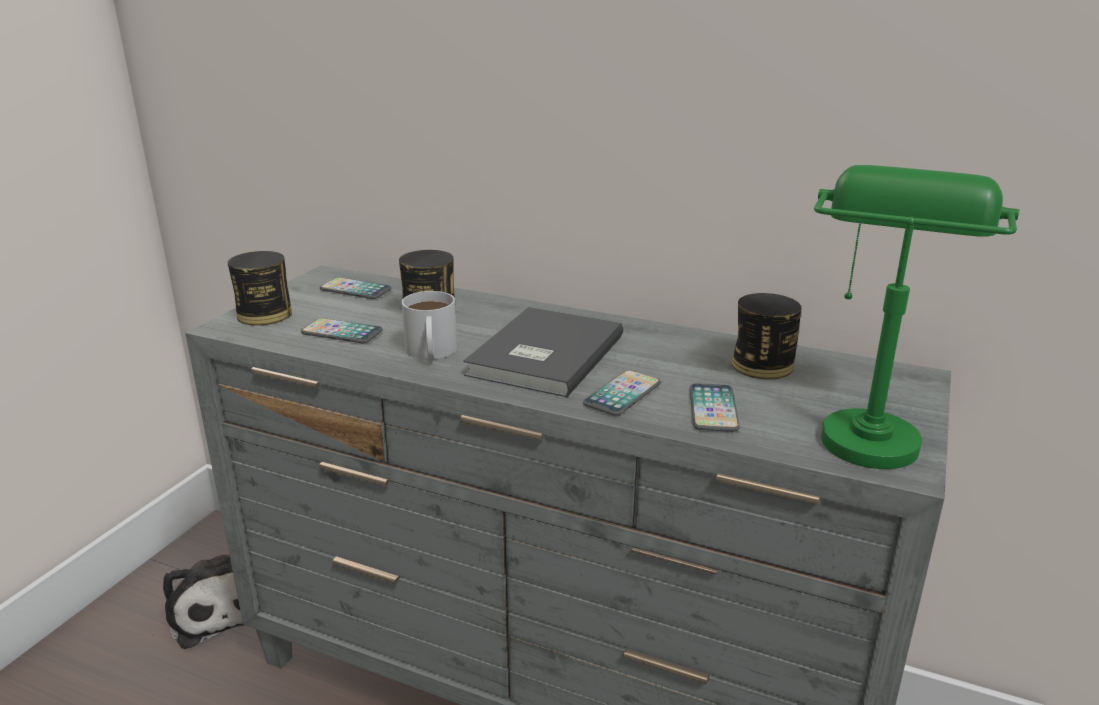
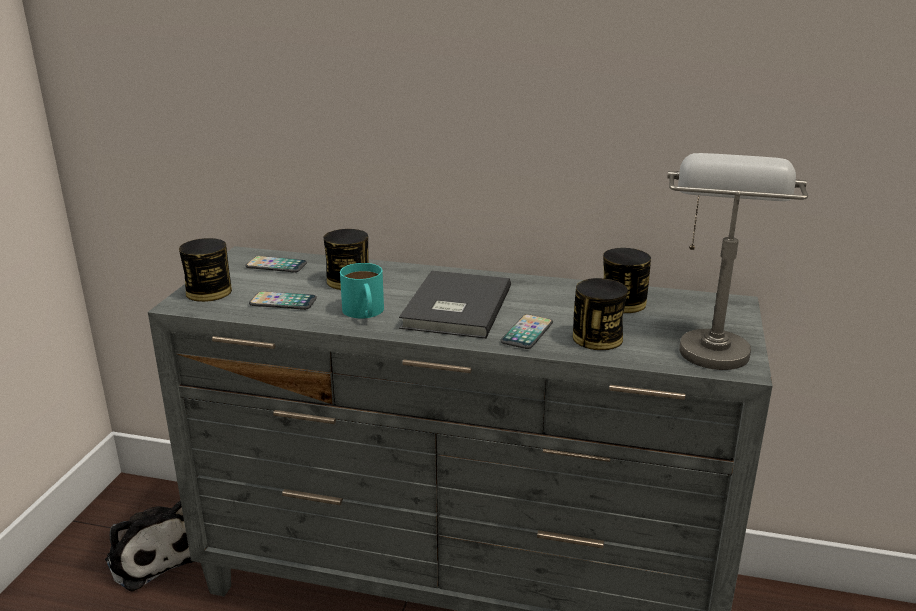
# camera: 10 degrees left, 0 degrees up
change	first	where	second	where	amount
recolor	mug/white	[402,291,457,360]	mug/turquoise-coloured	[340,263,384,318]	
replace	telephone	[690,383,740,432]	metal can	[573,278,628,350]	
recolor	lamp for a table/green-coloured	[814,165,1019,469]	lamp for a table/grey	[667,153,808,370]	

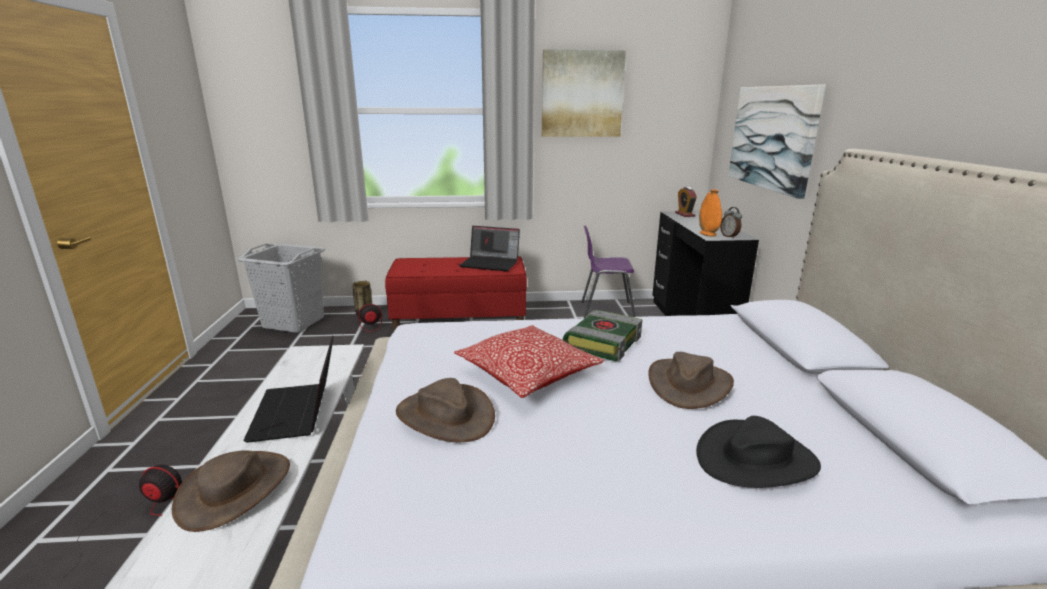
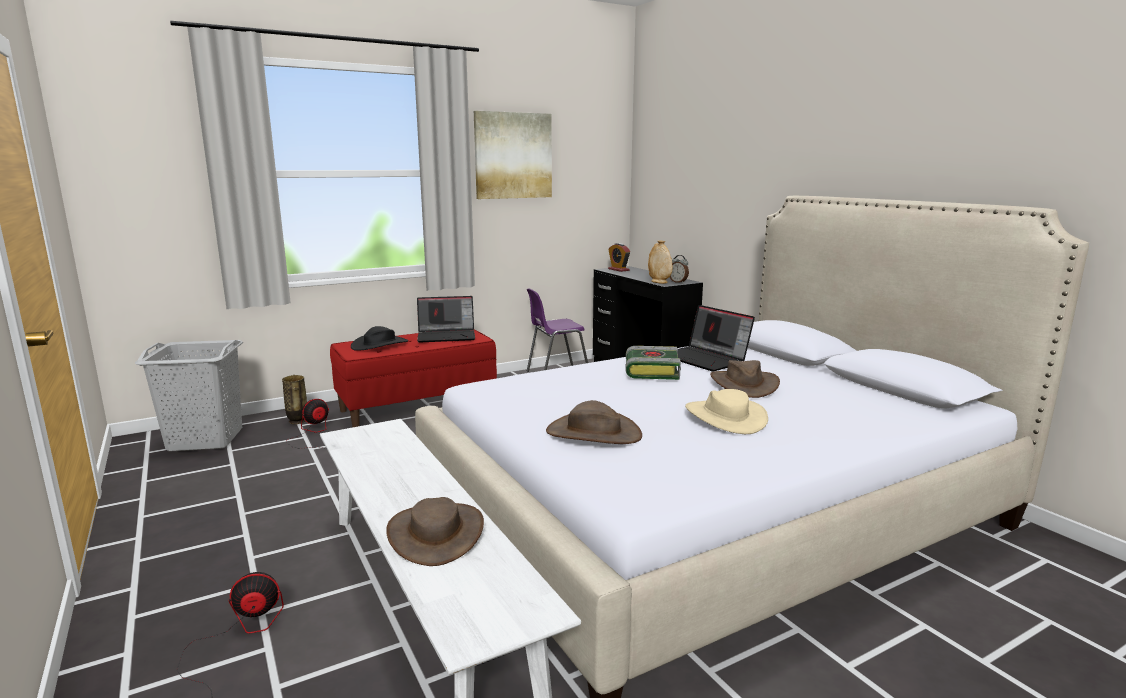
# camera: 25 degrees left, 5 degrees down
change	first	where	second	where	amount
move	portable computer	[243,335,334,442]		[677,305,755,371]	
delete	cushion	[454,325,604,398]			
move	wearable hat/blackish	[696,416,821,488]		[351,326,408,351]	
recolor	flower vase/orange	[699,189,722,237]	flower vase/beige-coloured	[648,240,673,284]	
delete	wall picture	[728,85,826,199]			
insert			wearable hat/beige-coloured	[685,389,768,434]	

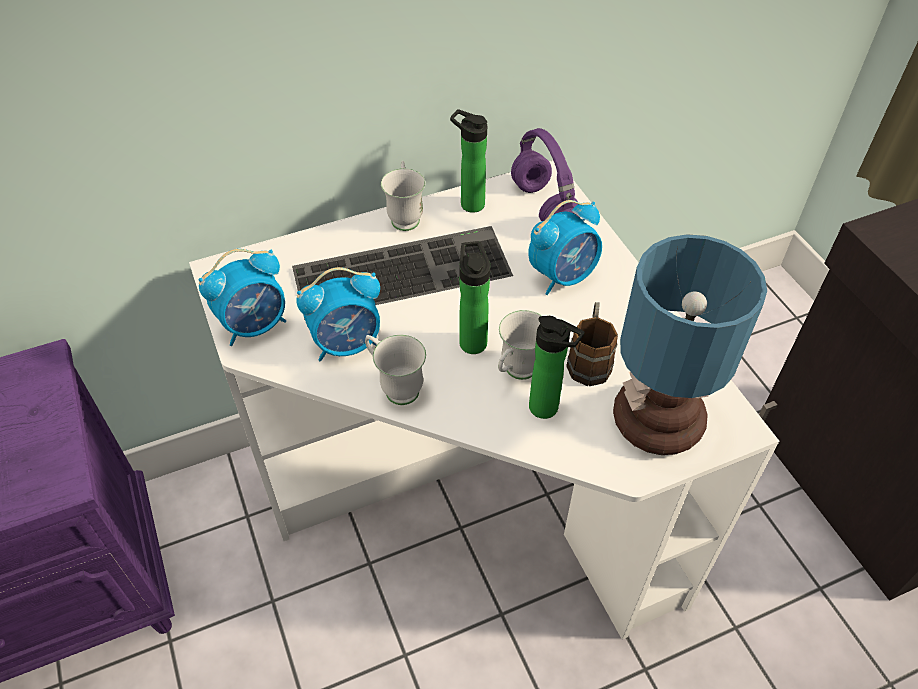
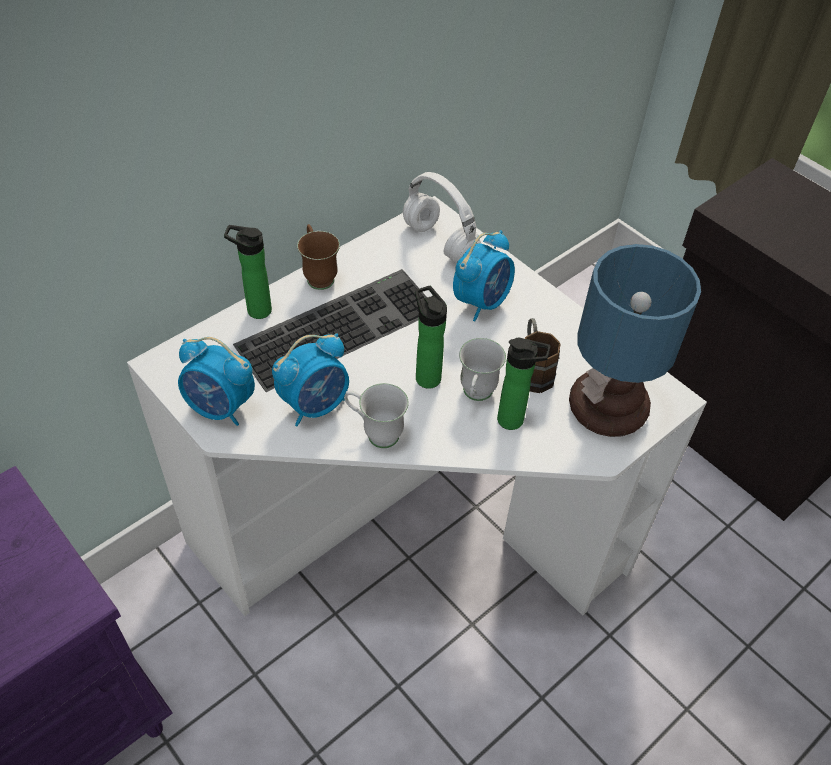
# camera: 20 degrees left, 0 degrees up
change	first	where	second	where	amount
rotate	alarm clock	[199,249,286,346]		[178,337,255,426]	75 degrees clockwise
recolor	mug/white	[381,161,425,231]	mug/brownish	[297,224,340,290]	
move	beverage bottle	[450,109,487,213]		[224,225,272,319]	
recolor	headphones/purple-coloured	[511,128,579,221]	headphones/white	[403,172,481,263]	

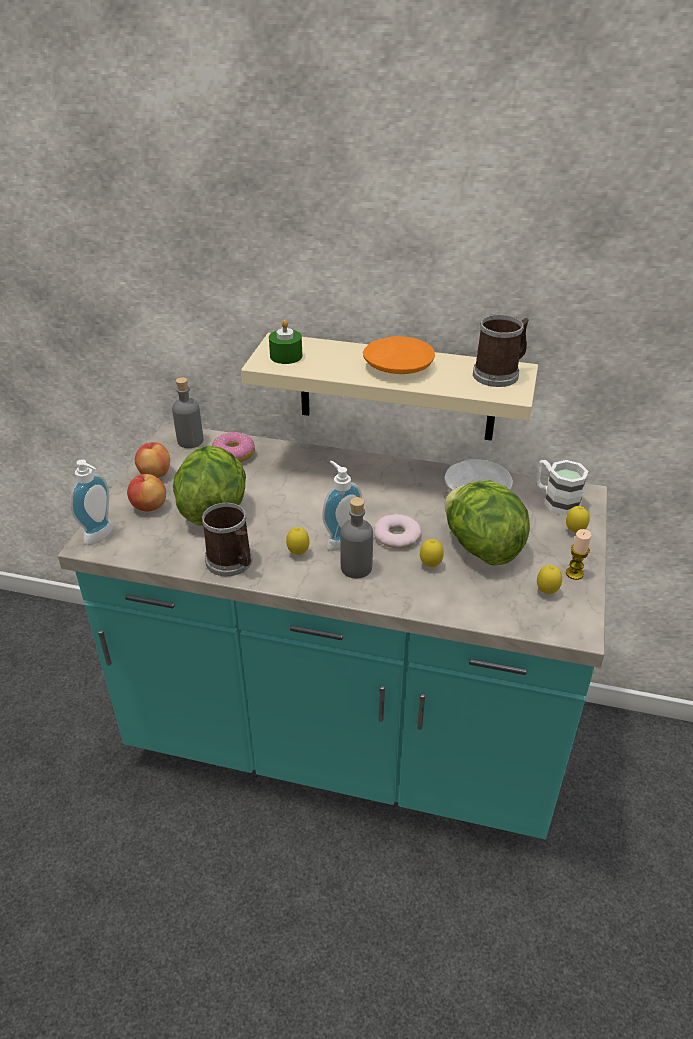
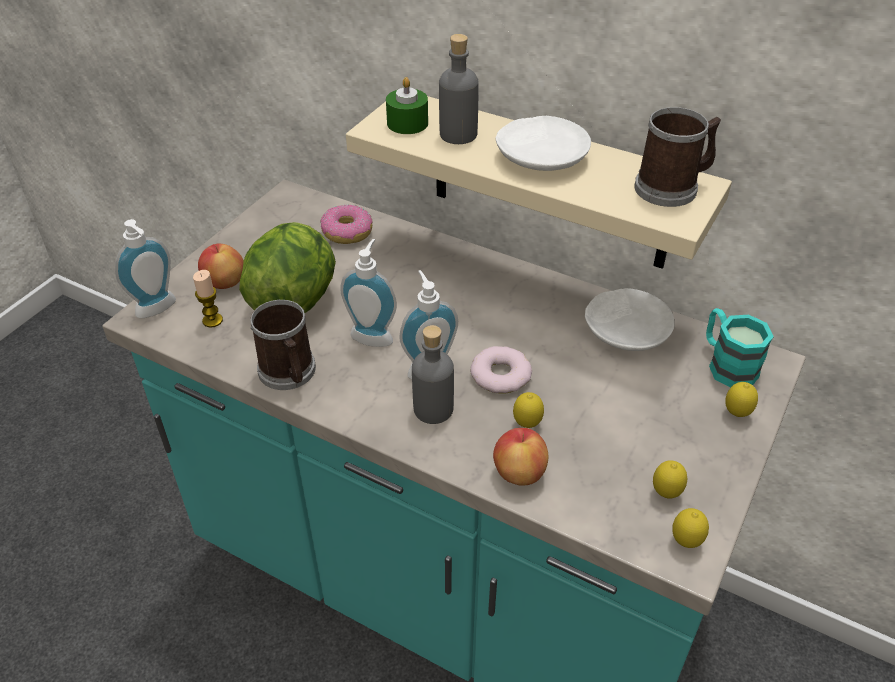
# camera: 15 degrees right, 5 degrees up
change	first	where	second	where	amount
move	apple fruit	[135,442,170,478]		[493,428,548,486]	
move	beverage bottle/grey	[172,377,204,448]		[439,34,479,144]	
move	whole lemon	[286,527,310,555]		[672,508,709,548]	
recolor	dinner plate/orange	[363,336,435,374]	dinner plate/white	[496,116,591,171]	
delete	head of lettuce	[444,480,530,566]			
recolor	mug/white	[536,460,589,516]	mug/turquoise-coloured	[706,308,774,388]	
move	wax candle	[566,529,592,580]		[193,270,223,328]	
insert			soap bottle	[340,239,397,347]	

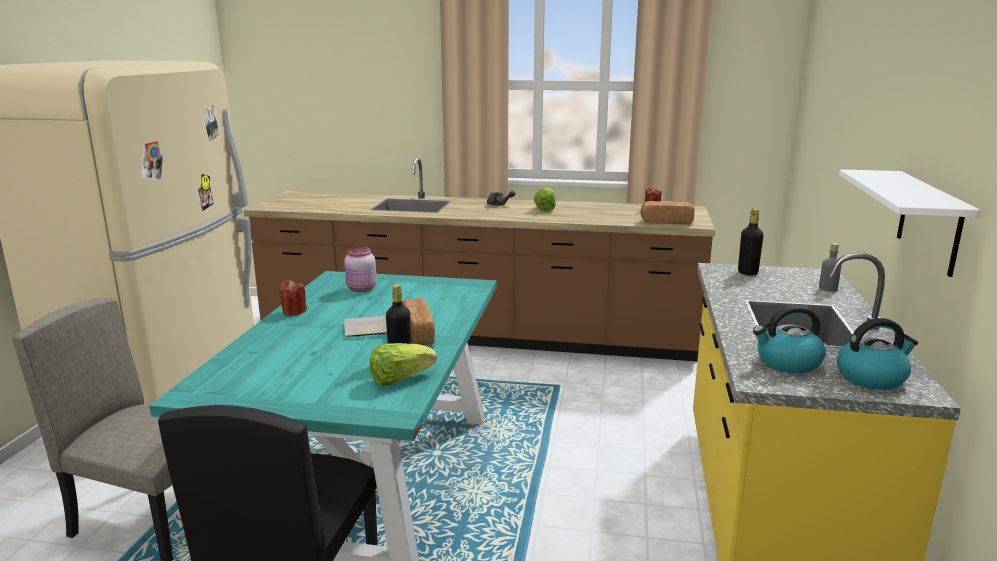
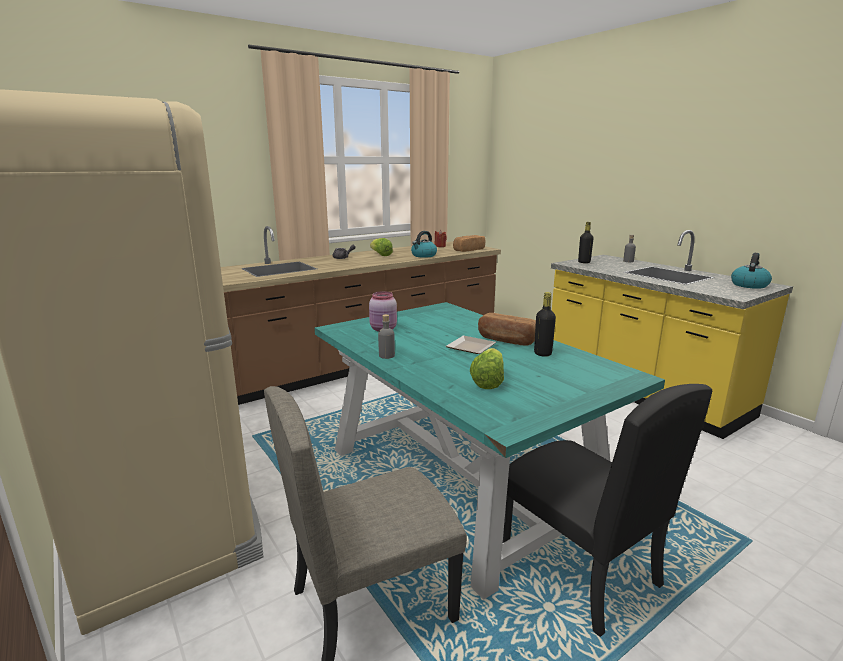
# camera: 45 degrees left, 0 degrees up
change	first	where	second	where	amount
replace	wax candle/reddish	[280,280,307,316]	beverage bottle/grey	[378,314,395,359]	
move	head of lettuce	[370,343,437,385]		[470,348,504,389]	
move	tea kettle	[753,305,826,373]		[411,231,437,258]	
delete	wall shelf/white	[839,169,980,277]			

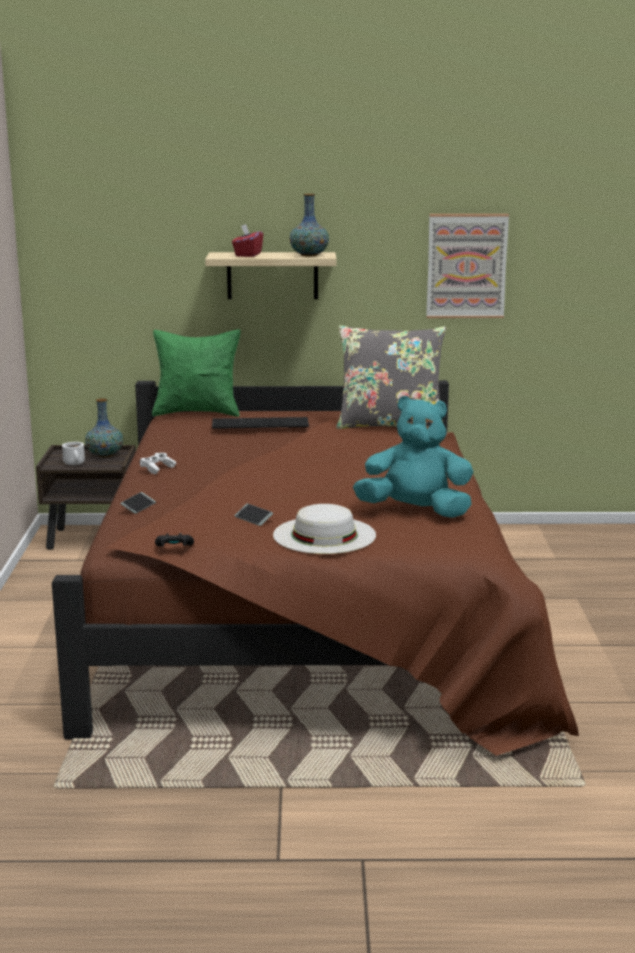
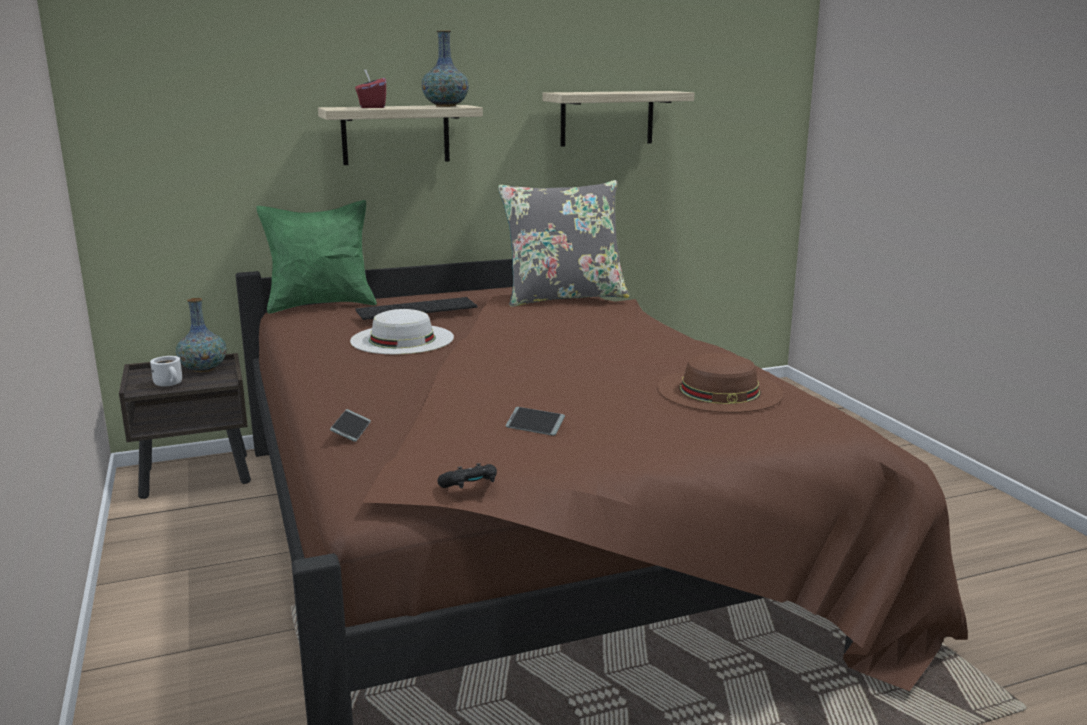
# camera: 20 degrees left, 0 degrees up
change	first	where	second	where	amount
delete	gamepad/white	[139,453,176,474]			
move	wearable hat/white	[273,504,376,554]		[350,309,454,354]	
replace	plush toy/turquoise-coloured	[353,396,473,518]	wearable hat/brownish	[657,353,784,413]	
replace	wall picture	[426,214,509,318]	wall shelf	[543,91,694,146]	

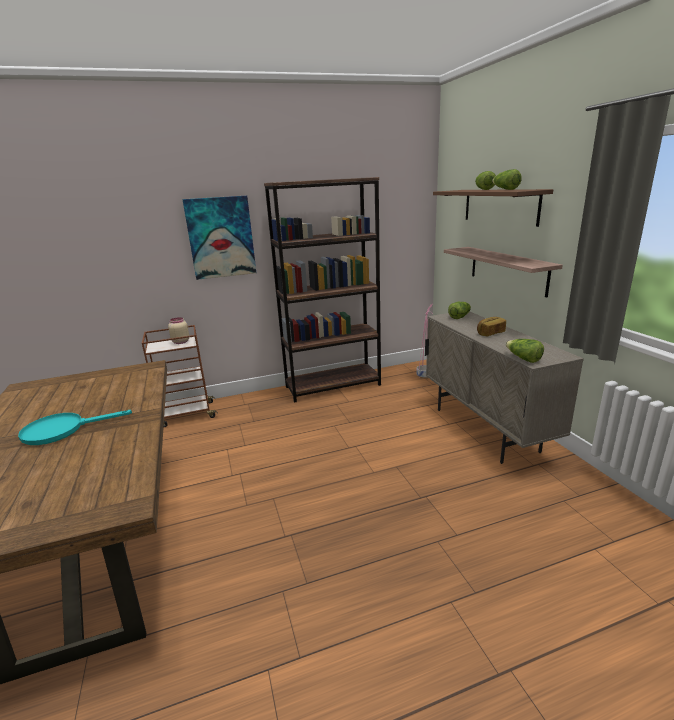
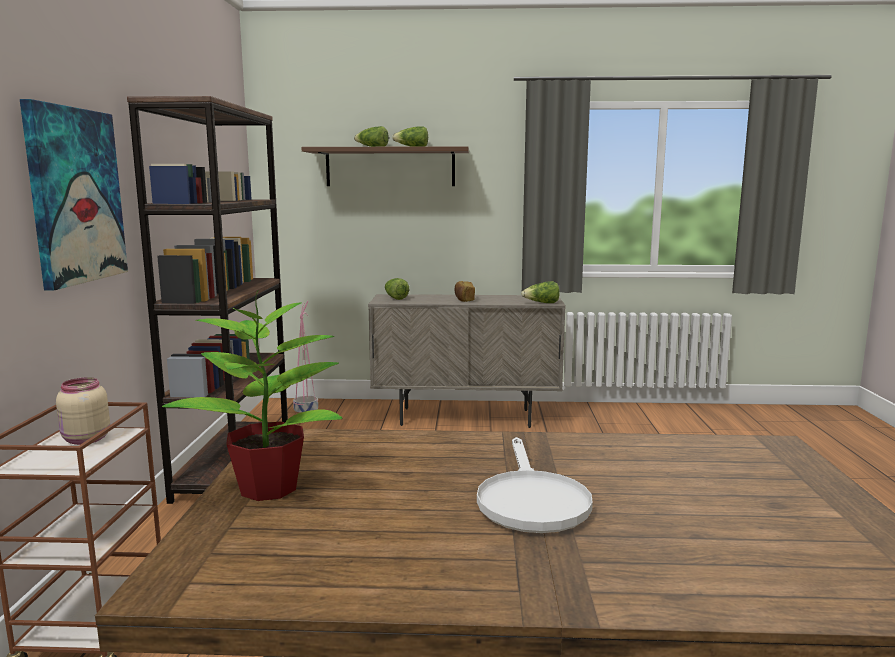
# camera: 70 degrees left, 10 degrees down
change	first	where	second	where	amount
recolor	pan/turquoise-coloured	[18,410,132,445]	pan/white	[477,437,593,533]	
delete	wall shelf	[444,247,563,297]			
insert			plant in a pot	[162,291,342,501]	

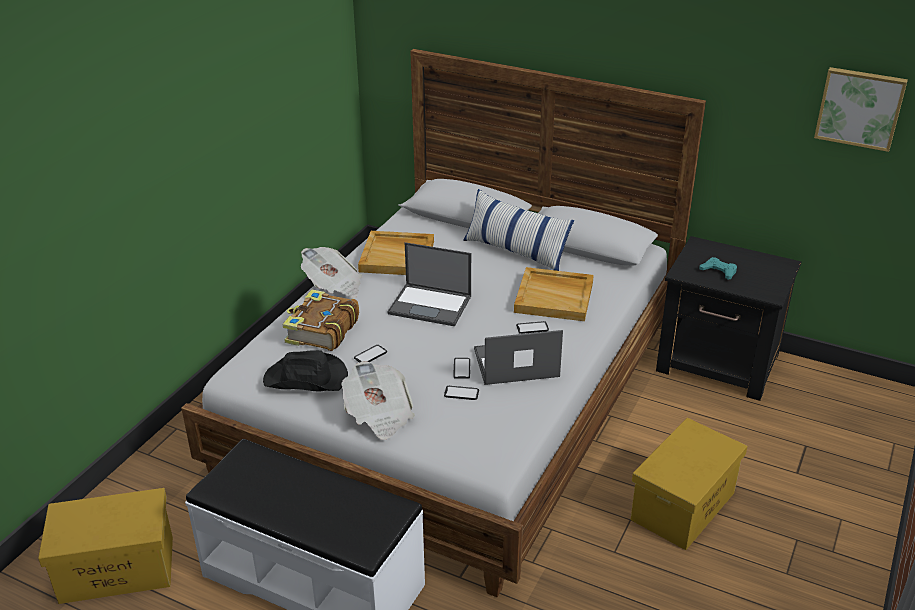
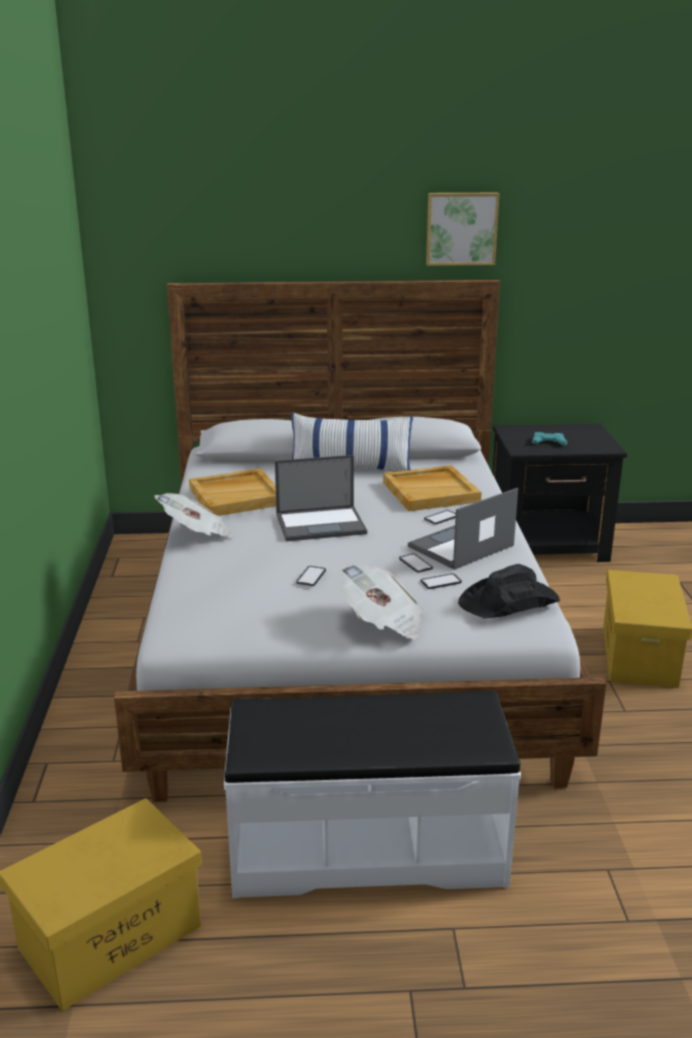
# camera: 30 degrees left, 10 degrees down
change	first	where	second	where	amount
move	wearable hat/blackish	[263,350,348,392]		[458,564,560,619]	
delete	volume	[283,289,359,351]			
move	wall picture	[814,67,908,152]		[426,193,499,266]	

